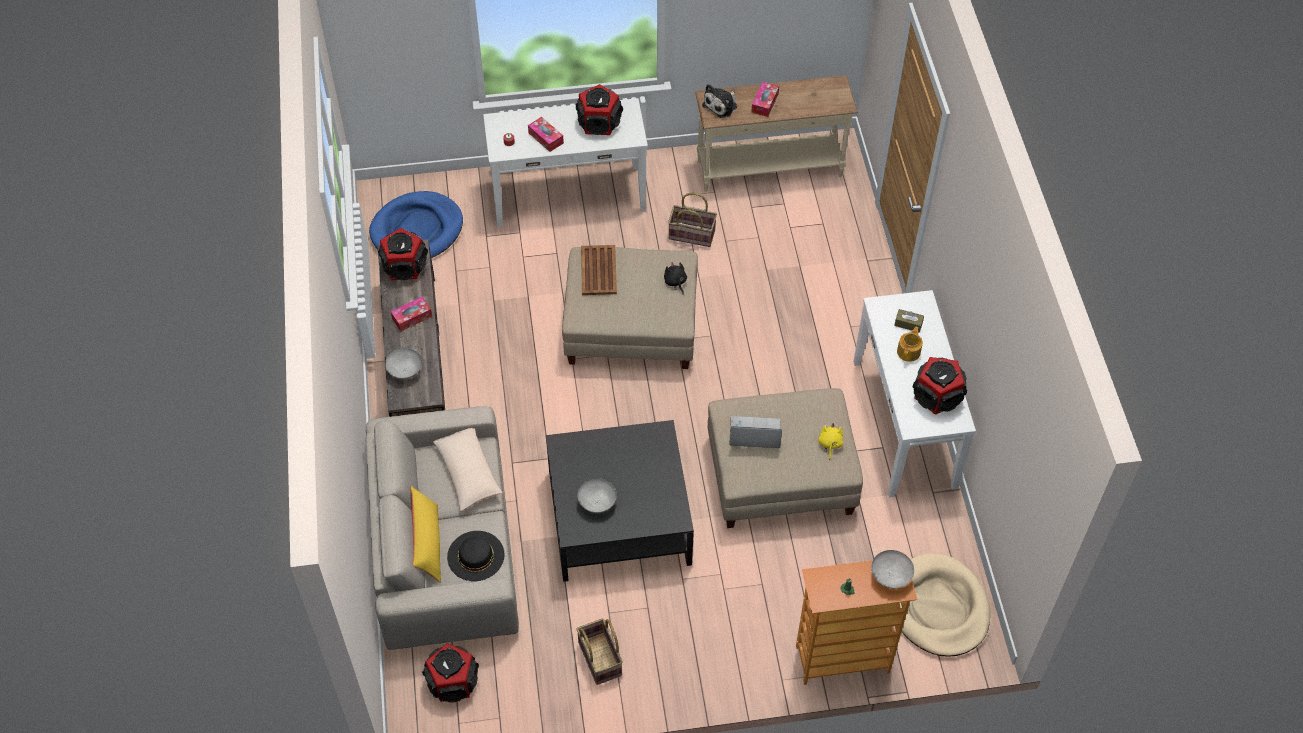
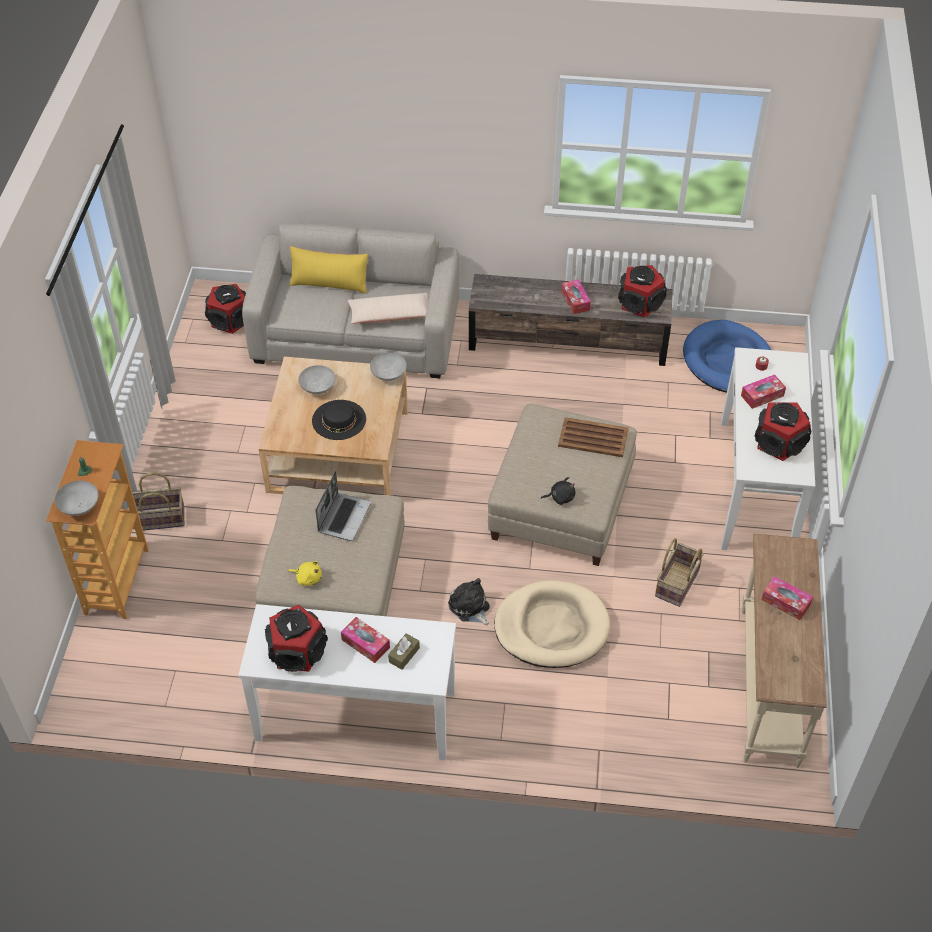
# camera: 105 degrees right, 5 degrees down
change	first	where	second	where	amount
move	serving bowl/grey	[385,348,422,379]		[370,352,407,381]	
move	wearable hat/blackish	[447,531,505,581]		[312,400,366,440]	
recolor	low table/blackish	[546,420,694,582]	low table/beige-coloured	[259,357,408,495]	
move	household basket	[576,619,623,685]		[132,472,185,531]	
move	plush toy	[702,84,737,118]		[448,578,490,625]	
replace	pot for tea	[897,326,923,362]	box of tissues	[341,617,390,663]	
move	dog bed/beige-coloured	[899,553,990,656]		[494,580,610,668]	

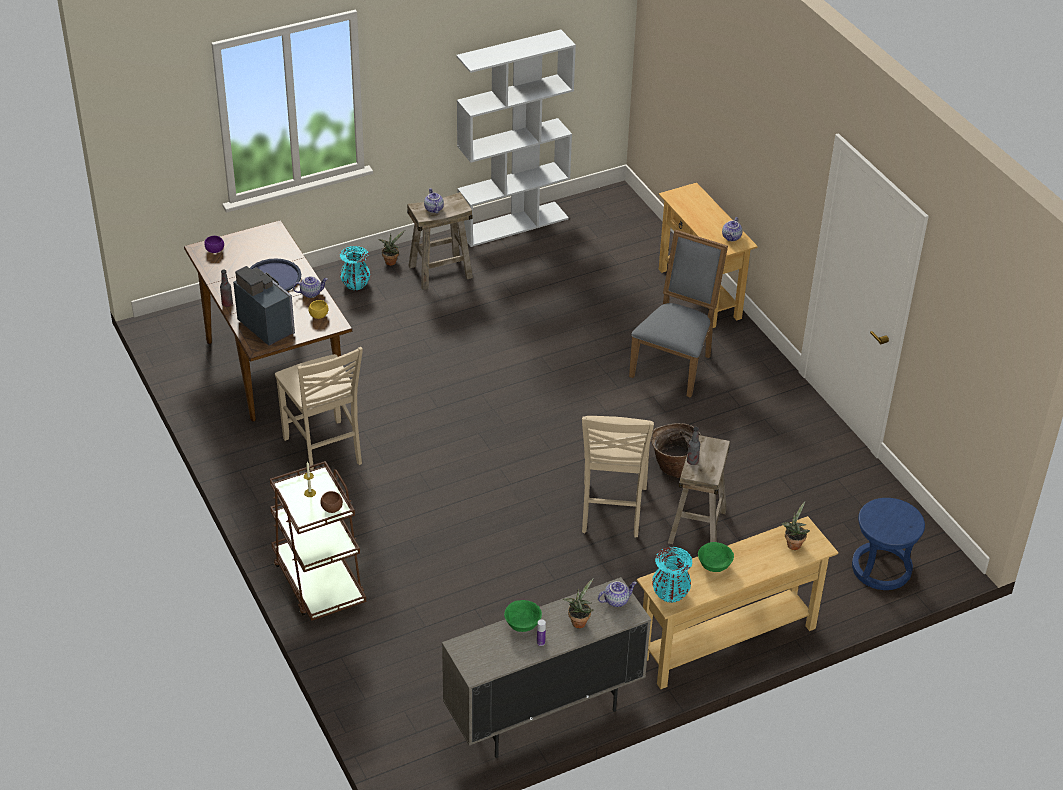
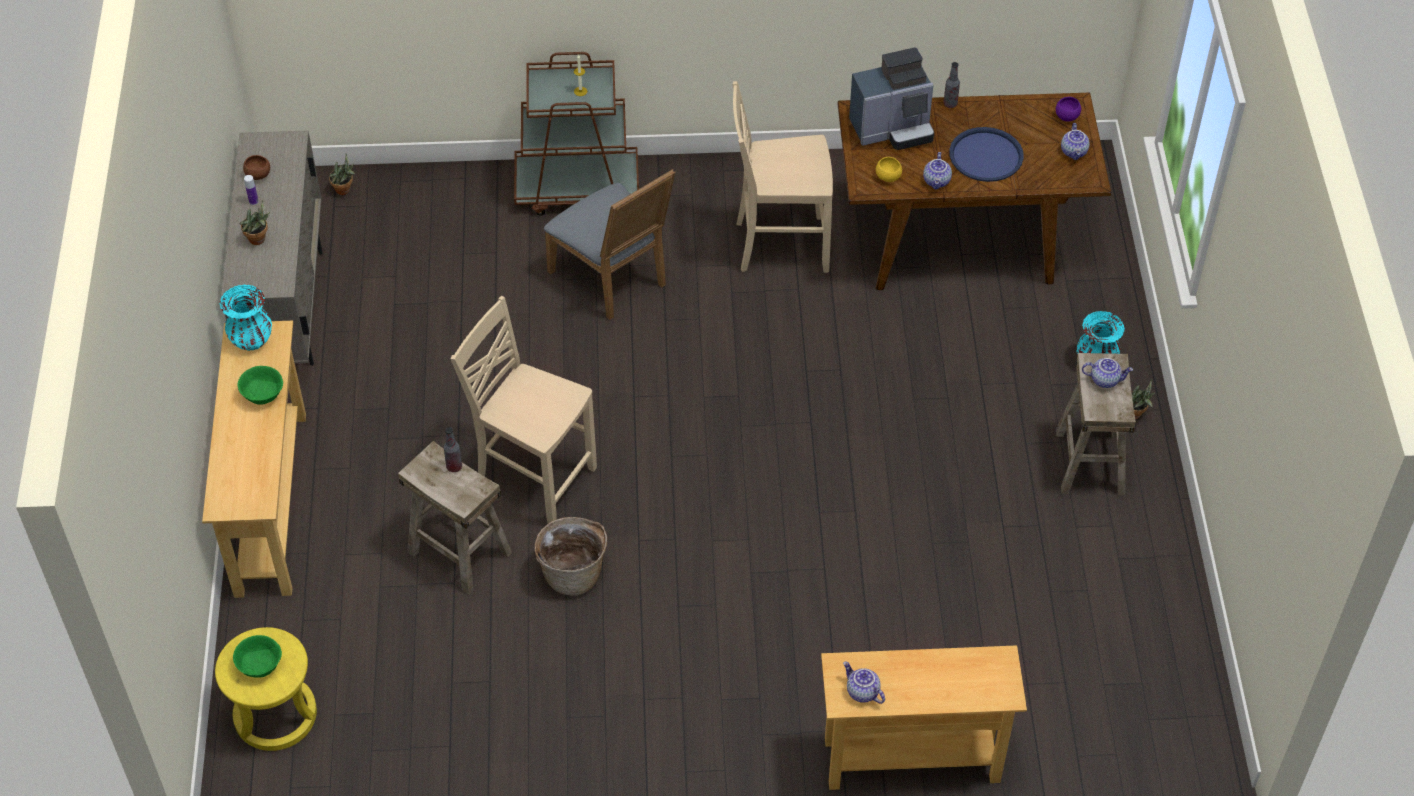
# camera: 115 degrees right, 10 degrees up
change	first	where	second	where	amount
move	serving bowl/brownish	[320,491,343,513]		[243,155,270,180]	
delete	shelving unit/white	[456,30,576,247]			
move	serving bowl/green-coloured	[504,600,542,632]		[233,635,282,678]	
move	pot for tea	[598,581,637,607]		[1061,123,1090,160]	
move	plain chair/grey	[629,230,728,398]		[544,169,676,320]	
move	plant in a pot	[781,501,810,550]		[329,154,355,195]	
recolor	stool seat/blue	[852,498,925,590]	stool seat/yellowish	[215,627,317,751]	

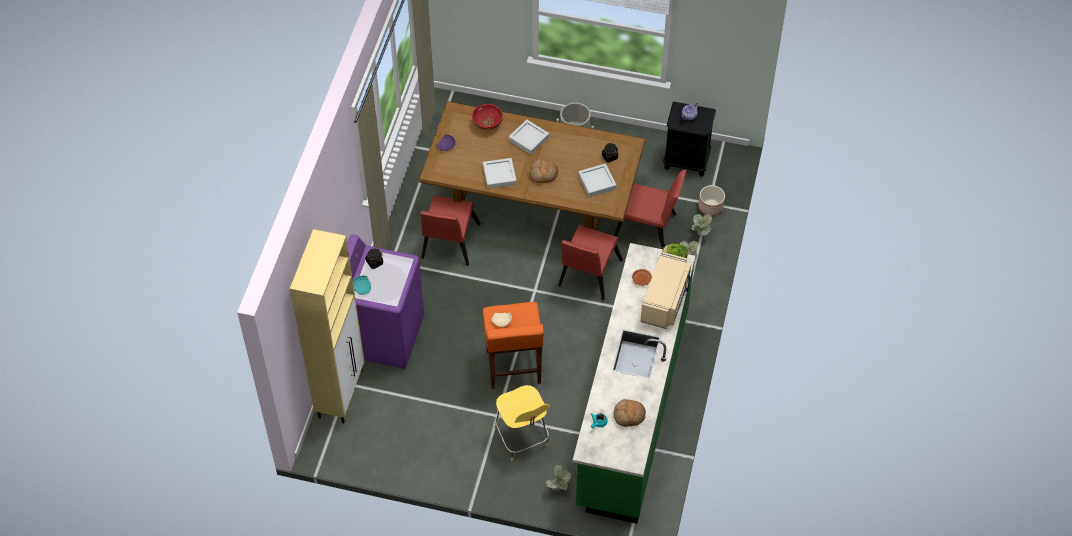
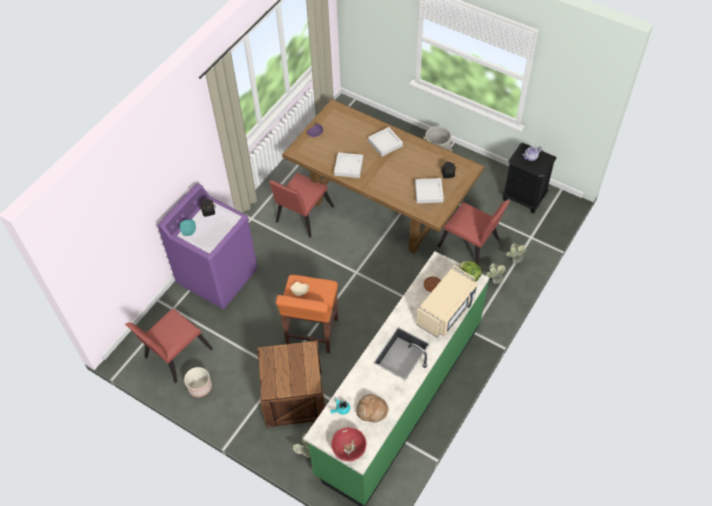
# camera: 20 degrees right, 0 degrees up
change	first	where	second	where	amount
delete	cabinet/beige-coloured	[290,229,365,423]			
move	serving bowl/reddish	[472,104,503,130]		[331,427,367,461]	
replace	stool seat/yellowish	[494,385,550,461]	crate	[257,340,325,428]	
delete	bakery bread	[529,159,558,183]			
move	plain chair/reddish	[558,225,623,301]		[125,308,213,383]	
move	planter	[698,185,725,216]		[184,367,212,397]	

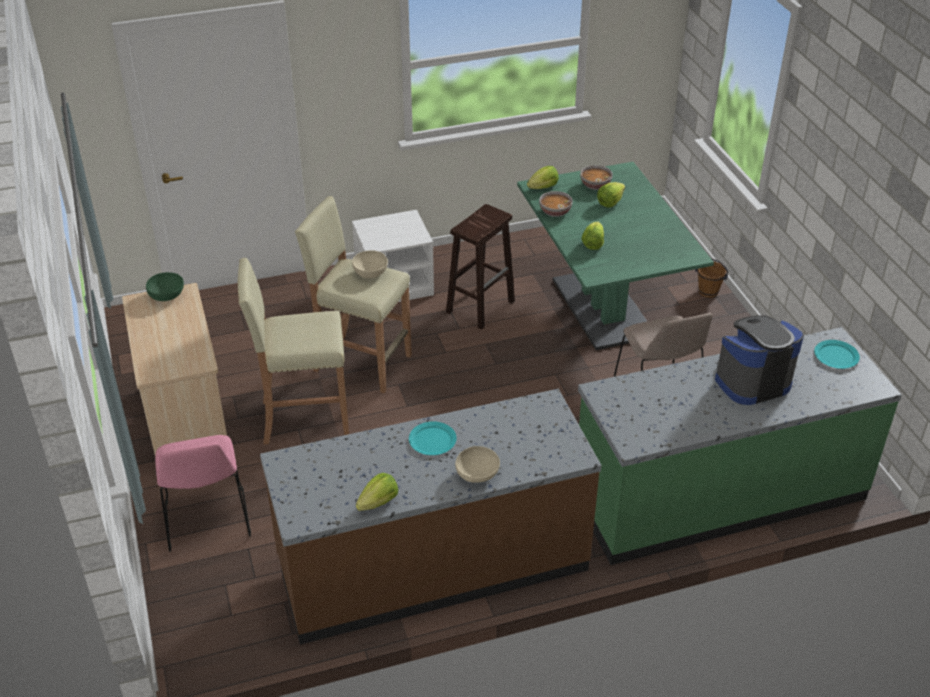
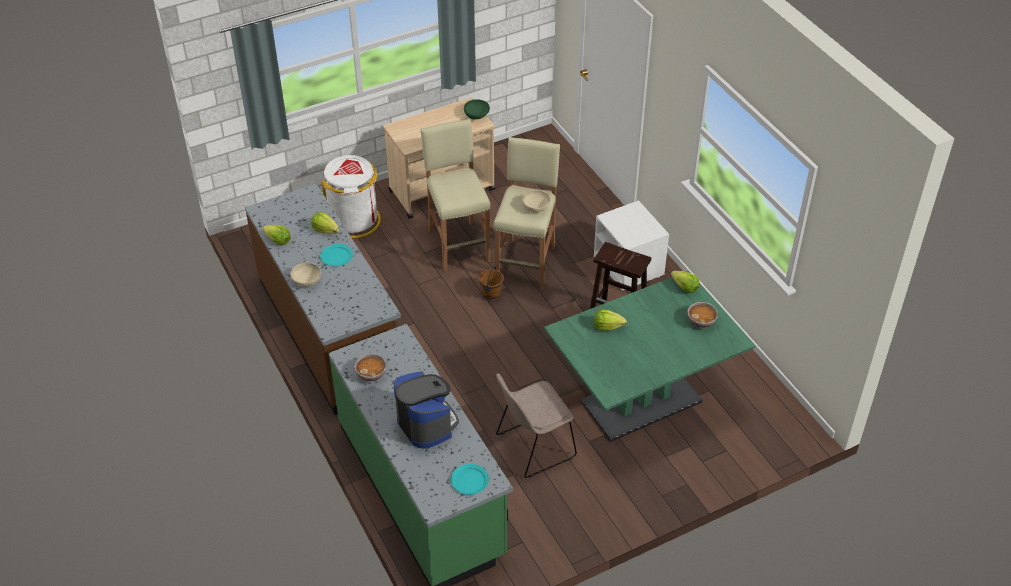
# camera: 80 degrees right, 5 degrees up
change	first	where	second	where	amount
replace	plain chair/pink-coloured	[155,435,251,552]	trash can/white	[321,155,381,239]	
move	serving bowl	[539,191,573,217]		[355,354,387,381]	
move	head of lettuce	[597,182,625,208]		[311,212,340,234]	
move	pail/brownish	[695,259,728,298]		[479,266,504,301]	

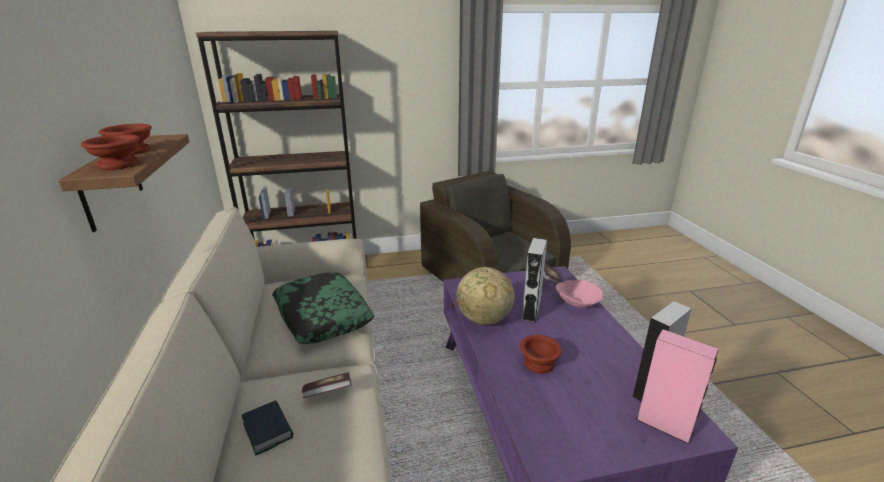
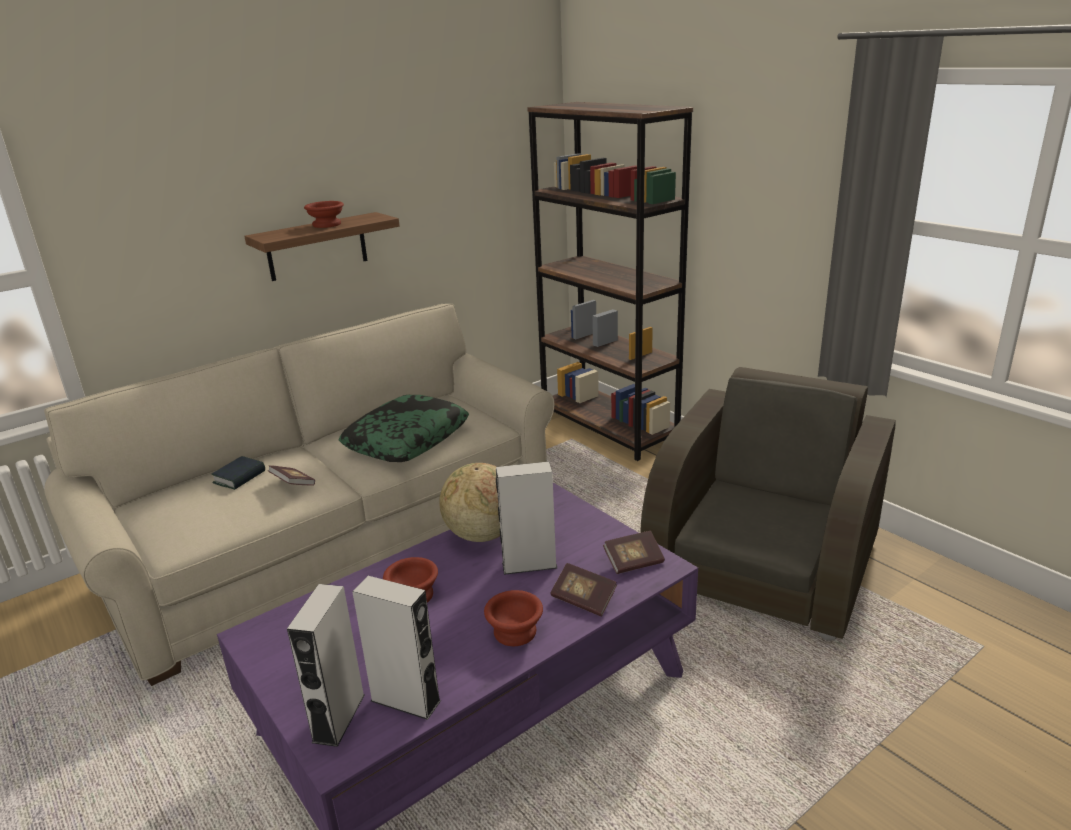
# camera: 65 degrees right, 0 degrees up
change	first	where	second	where	amount
move	serving bowl/brownish	[81,134,140,170]		[484,590,543,646]	
replace	serving bowl/pink-coloured	[555,280,603,308]	volume	[550,563,617,617]	
recolor	loudspeaker/pink-coloured	[636,329,718,444]	loudspeaker/grey	[287,584,365,747]	

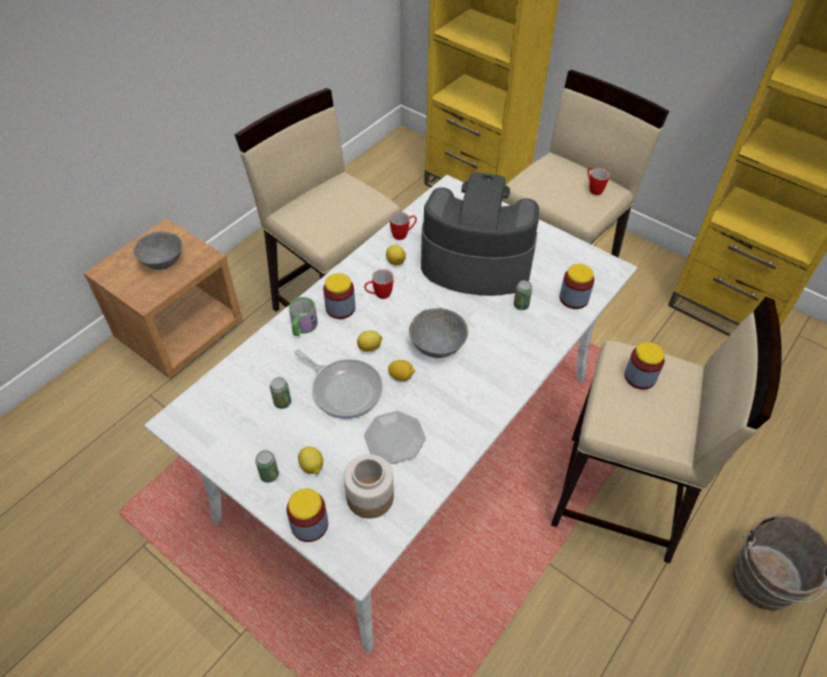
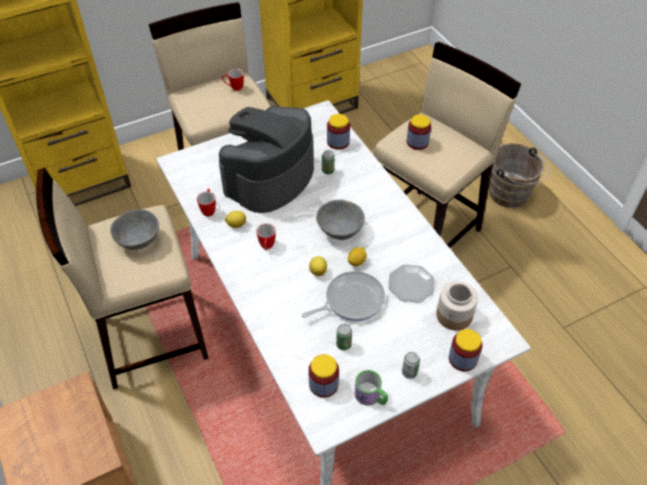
# camera: 65 degrees left, 0 degrees up
change	first	where	second	where	amount
move	serving bowl/grey	[133,231,182,270]		[110,209,159,250]	
move	mug	[289,297,318,336]		[355,370,388,405]	
delete	whole lemon	[298,447,323,474]			
move	storage jar	[323,273,355,319]		[308,354,339,398]	

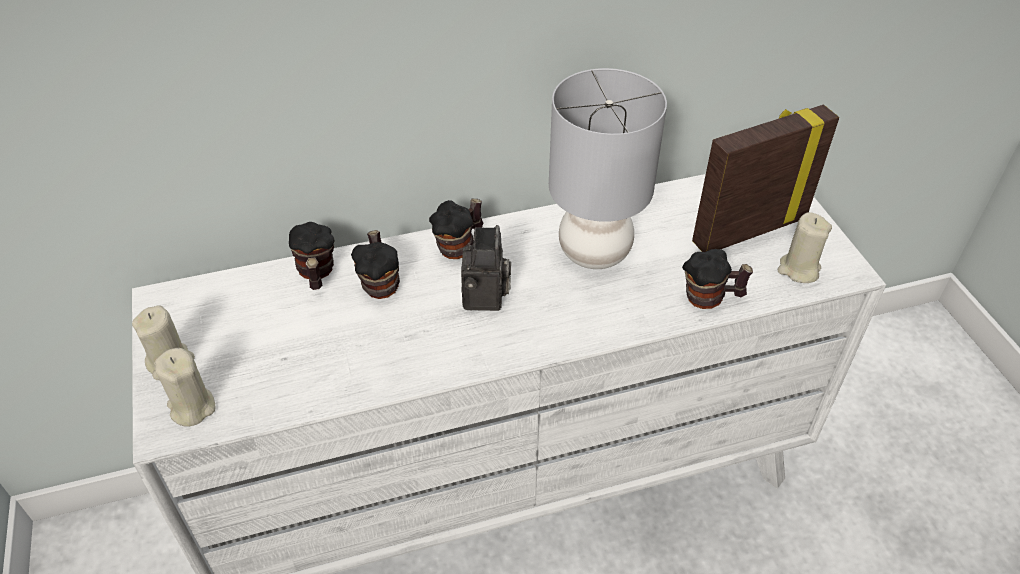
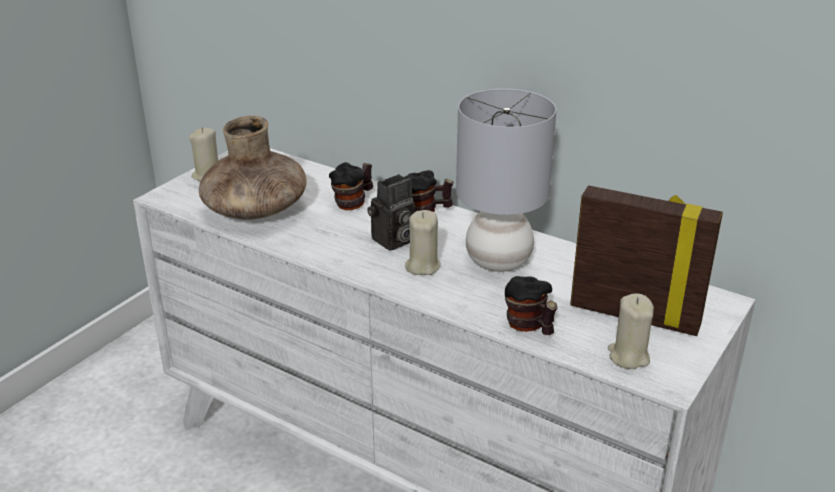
# camera: 50 degrees right, 15 degrees down
change	first	where	second	where	amount
move	wax candle/beige-coloured	[154,348,216,426]		[405,210,441,275]	
delete	mug	[289,222,335,290]			
insert			flower vase/brownish	[199,116,307,220]	

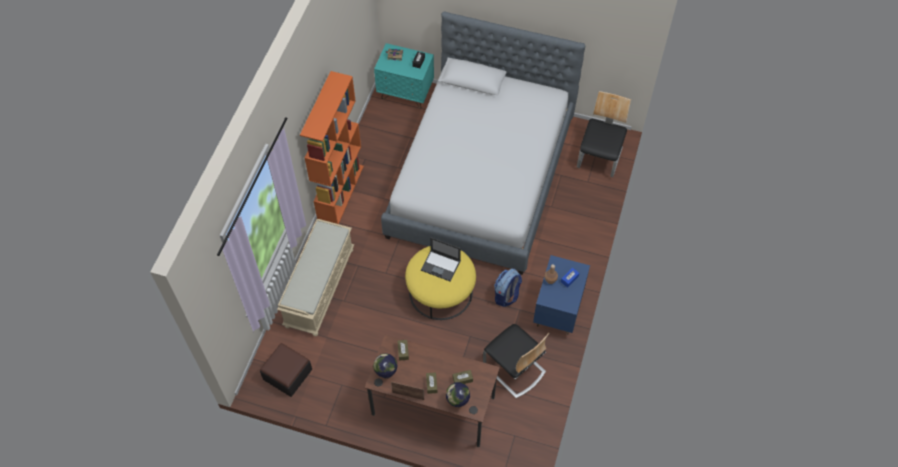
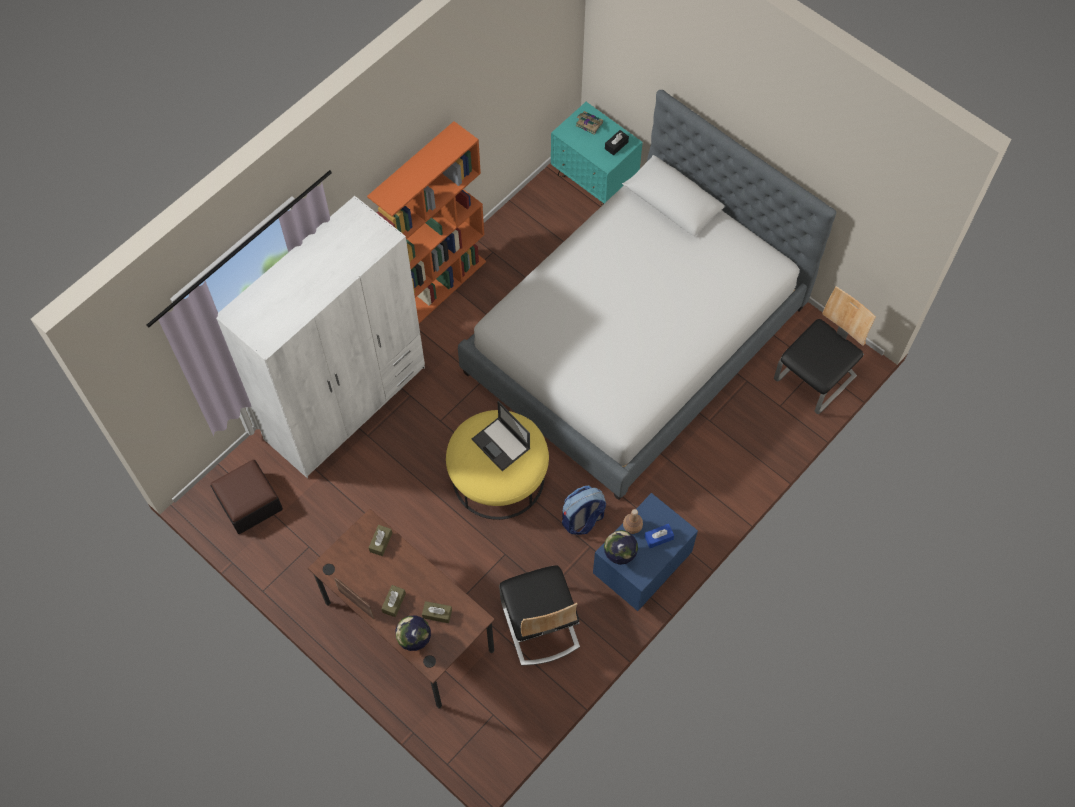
# camera: 25 degrees right, 5 degrees up
change	first	where	second	where	amount
replace	long seat/beige-coloured	[277,219,354,336]	wardrobe/white	[216,195,425,478]	
move	world globe	[373,353,398,379]		[604,530,638,565]	

